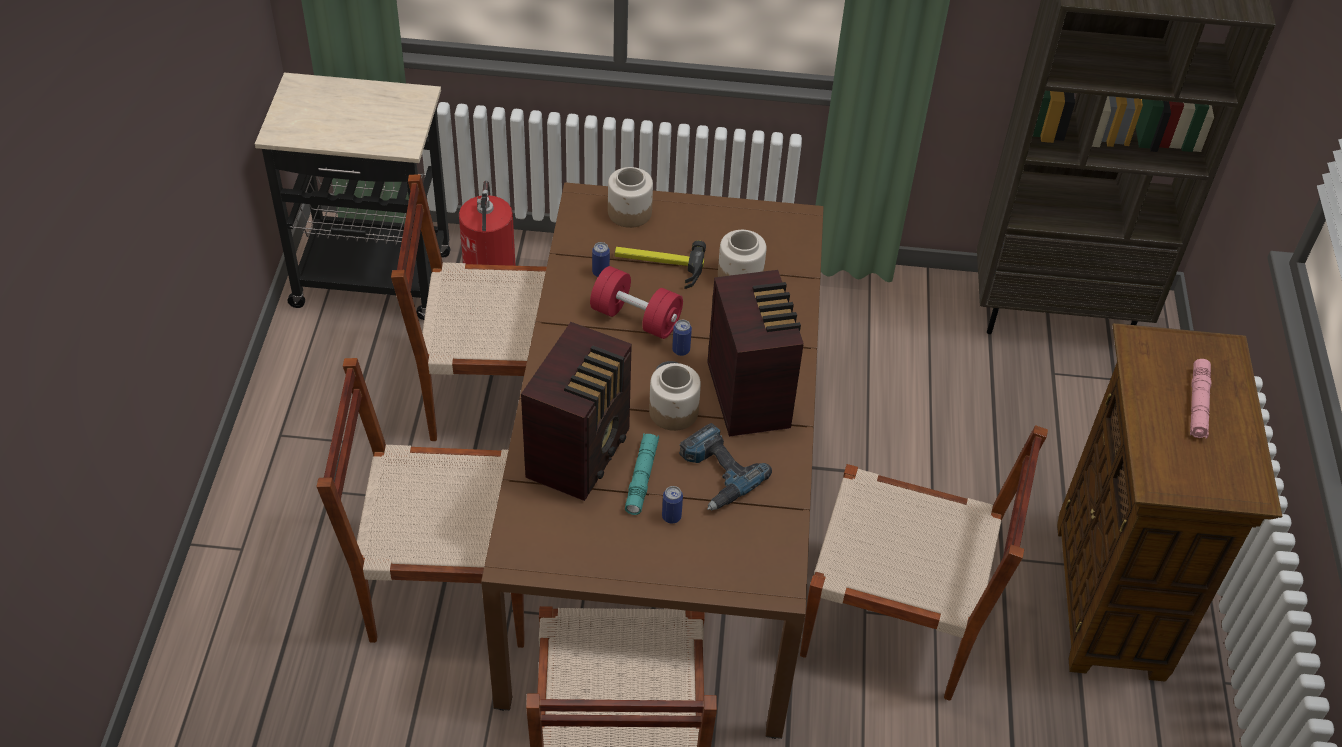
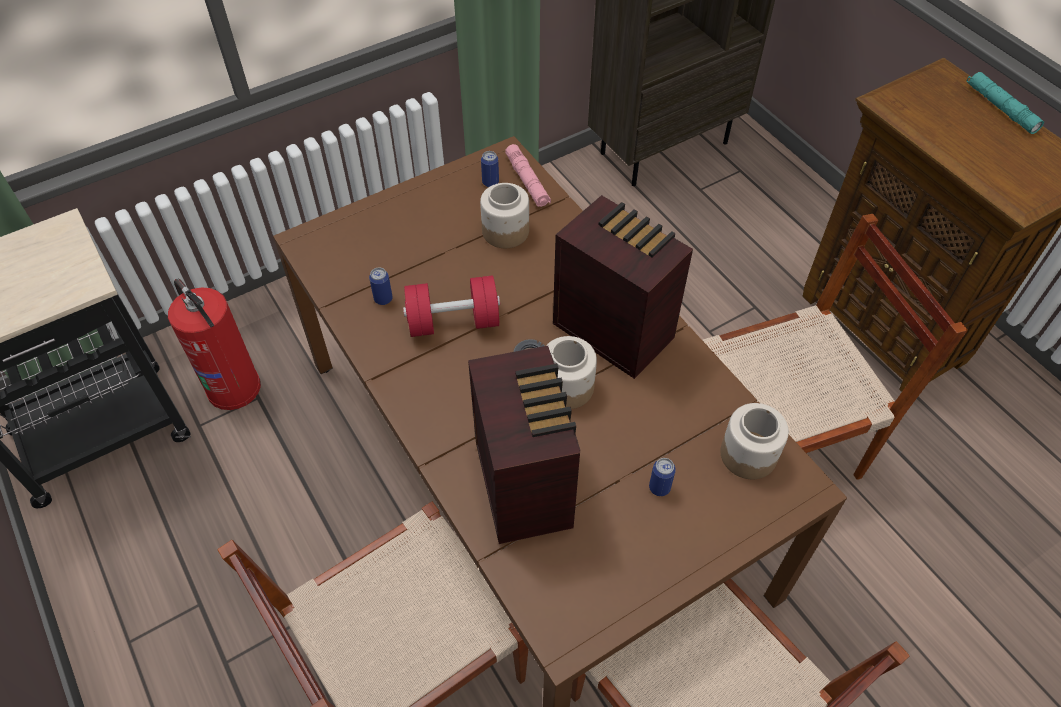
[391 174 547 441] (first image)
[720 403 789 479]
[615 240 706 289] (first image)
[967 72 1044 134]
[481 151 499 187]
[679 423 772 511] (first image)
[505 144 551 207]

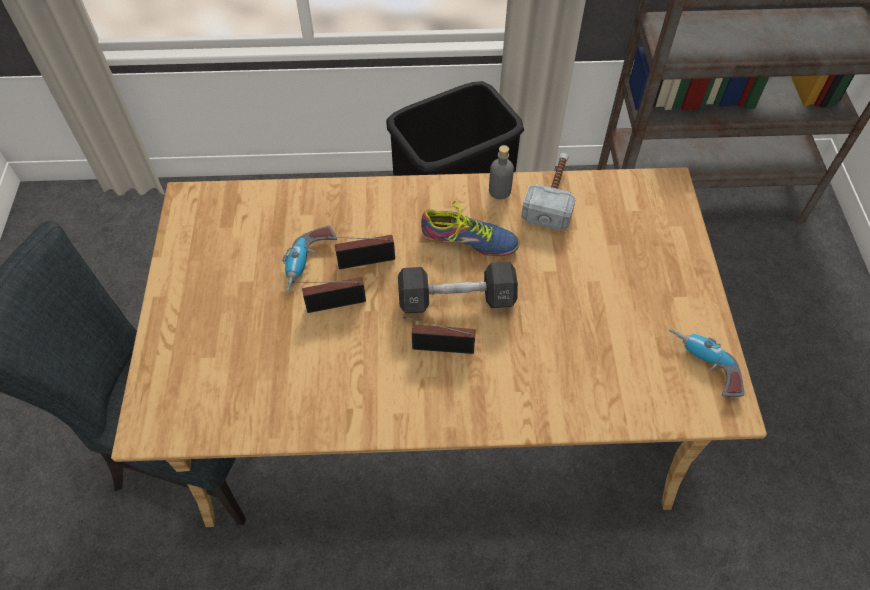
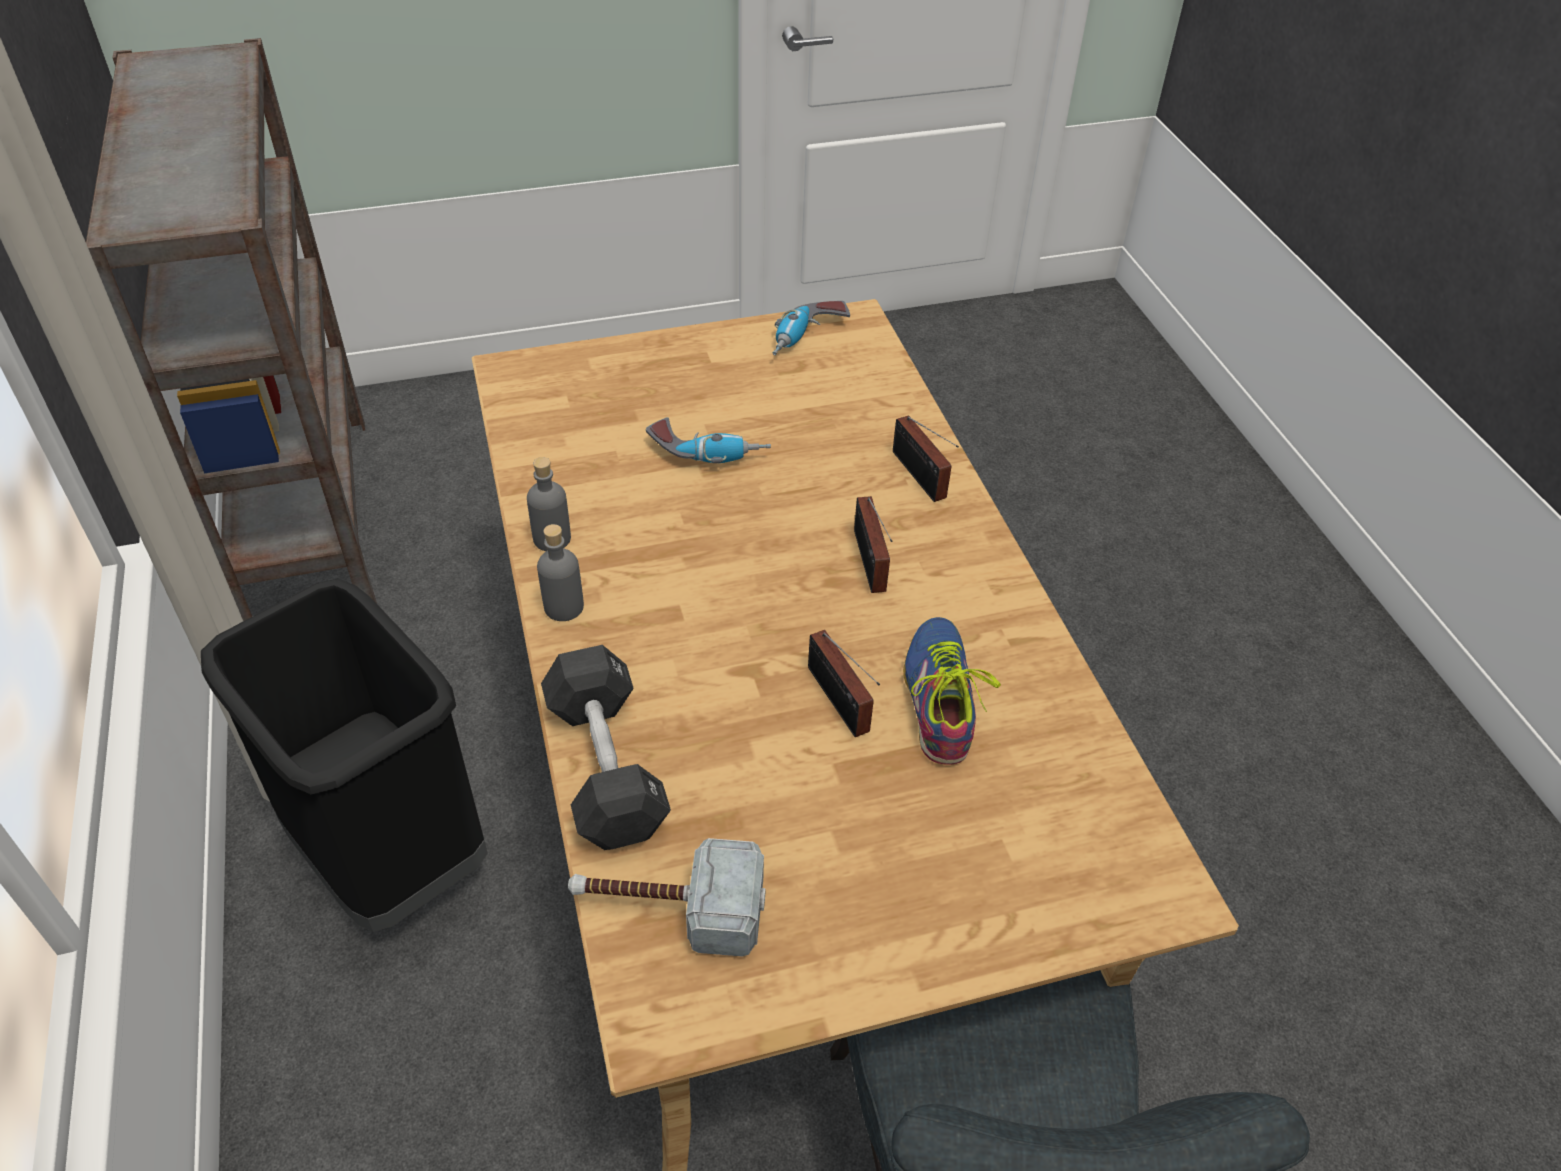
[646 417 771 463]
[893 415 959 502]
[541 645 671 850]
[903 617 1001 765]
[568 838 766 957]
[537 524 584 621]

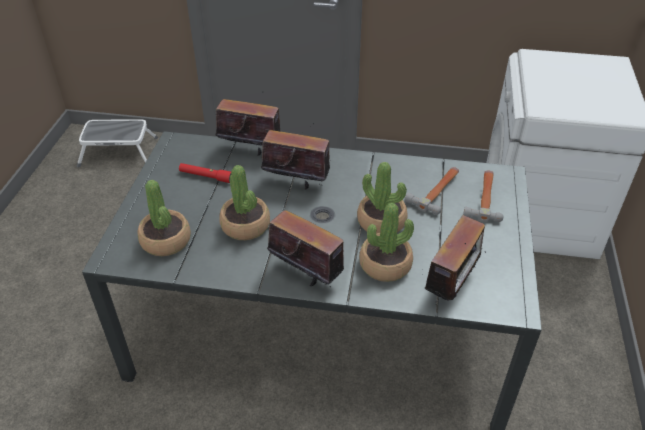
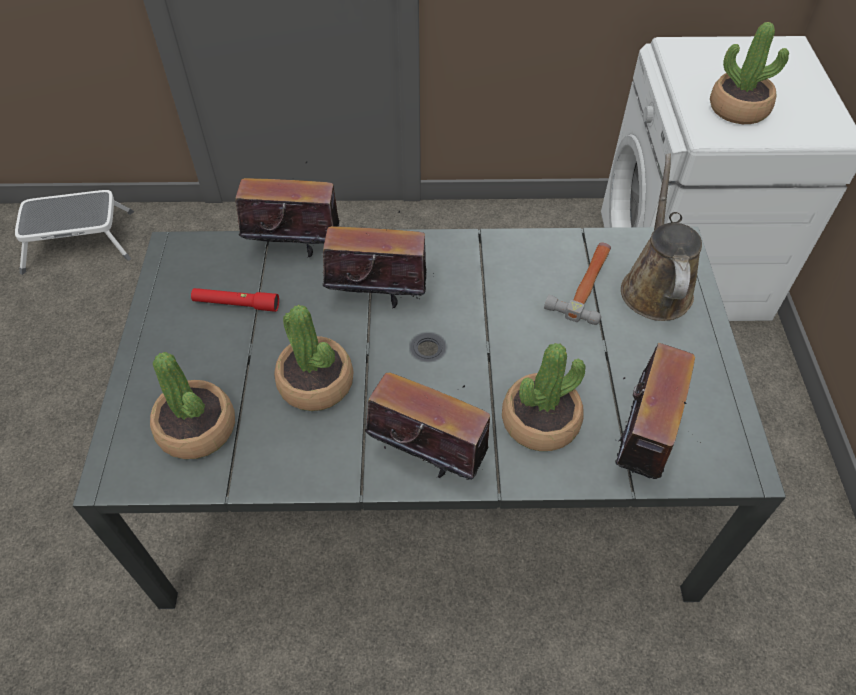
[710 22 789 124]
[621 153 702 321]

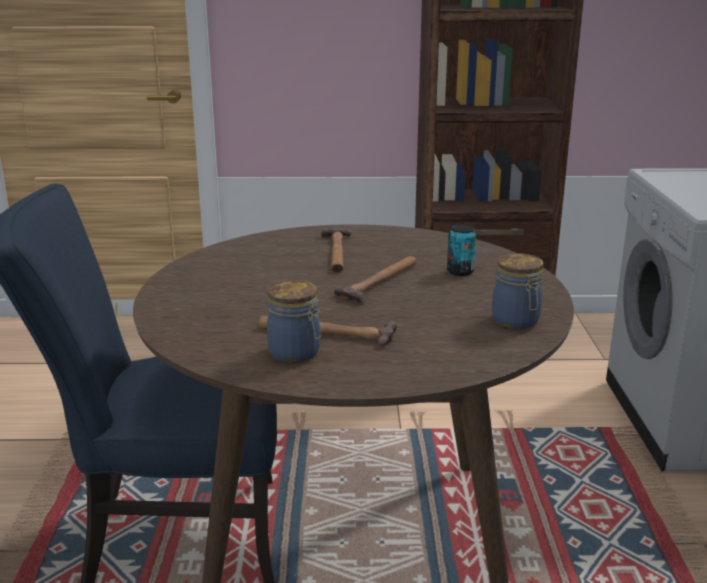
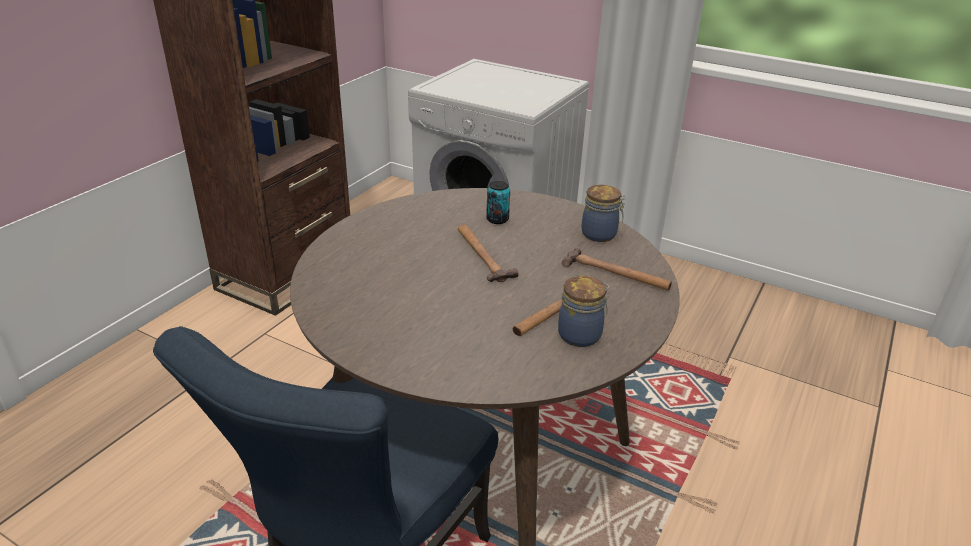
[562 248 672 291]

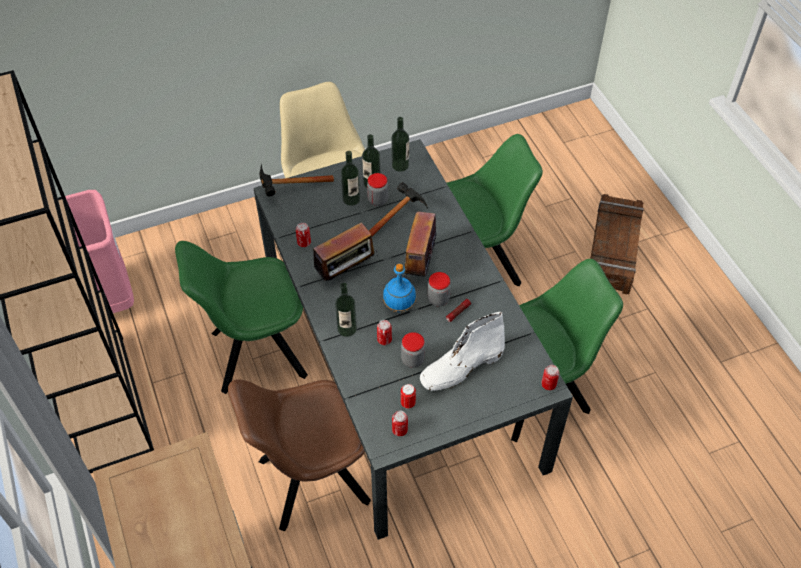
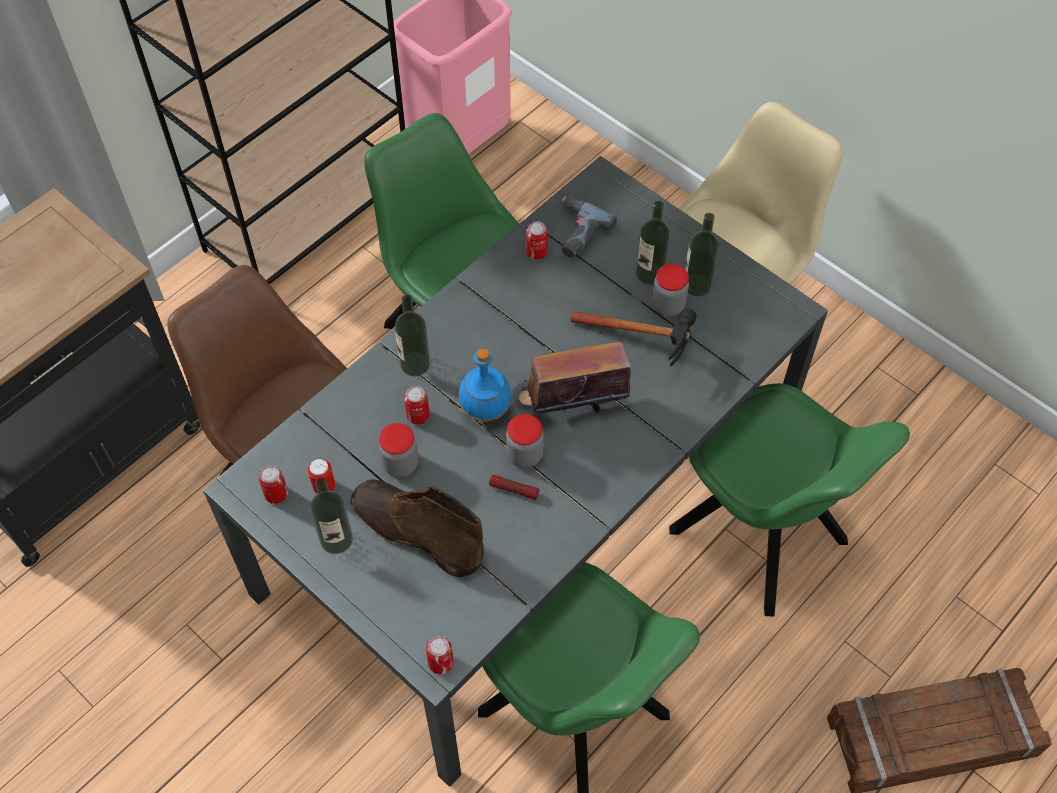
[260 164 334 196] (first image)
[313 222 378 281] (first image)
[310 478 353 554]
[351 479 484 577]
[562 195 617 258]

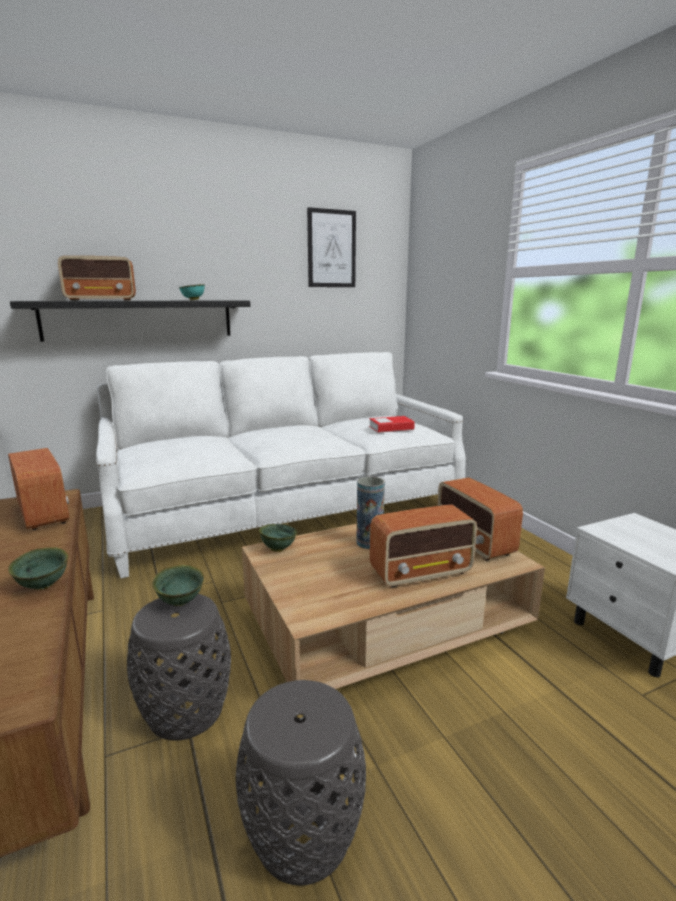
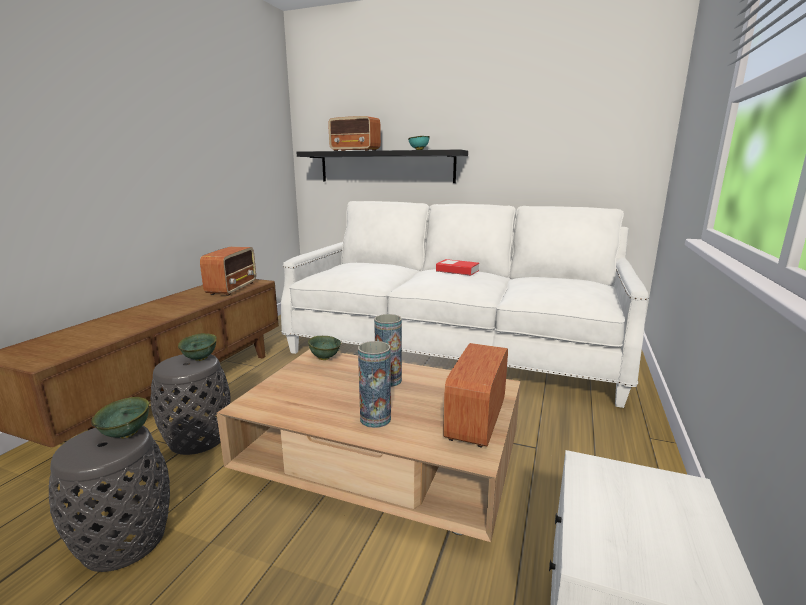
[91 397 149 438]
[307 207 356 287] (first image)
[436 259 479 275]
[358 341 391 428]

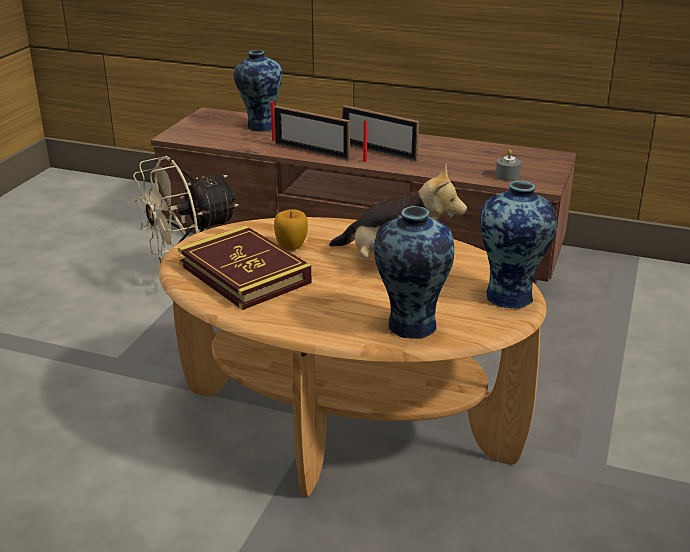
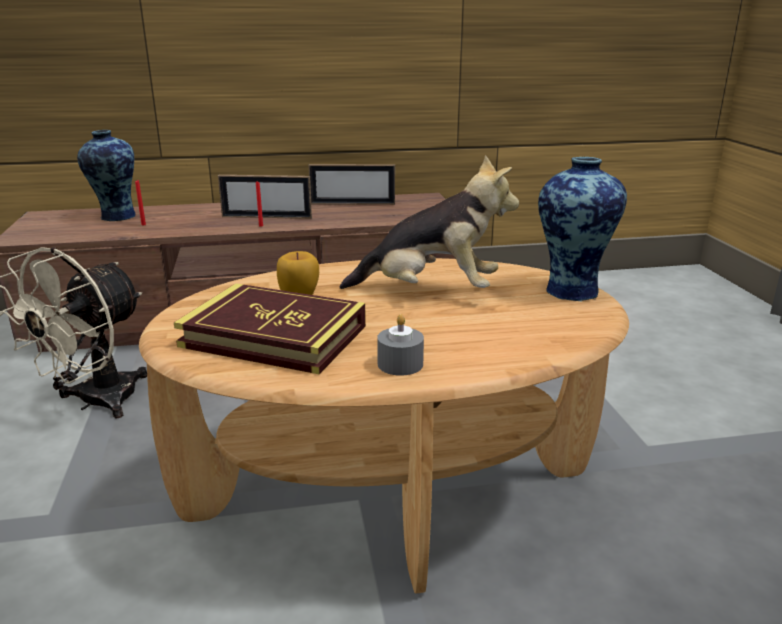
[308 164 395 205]
[374 206 454 339] (first image)
[377 314 424 376]

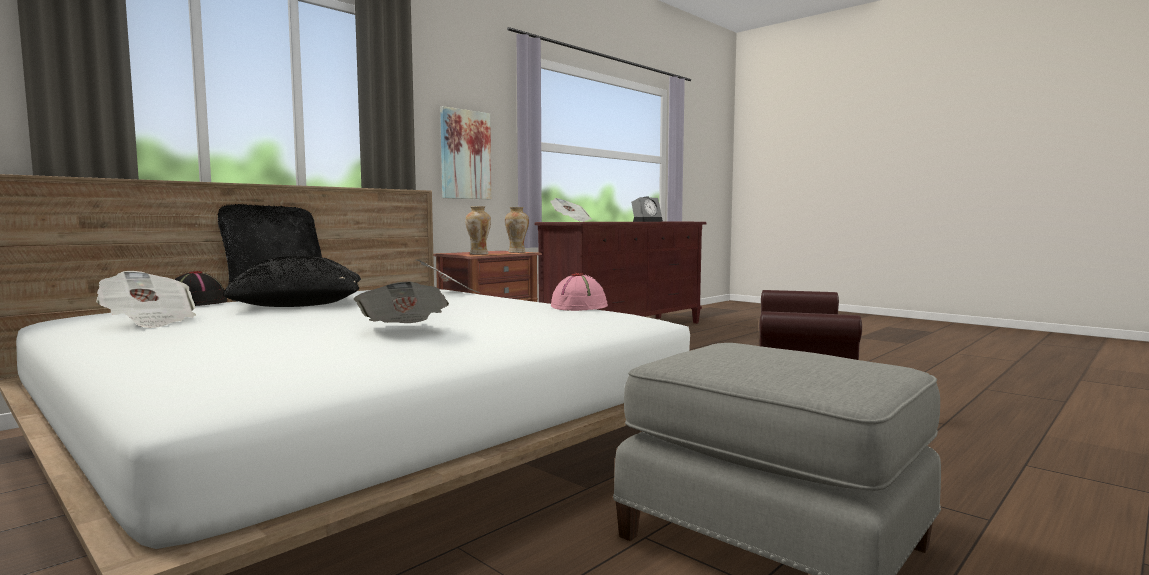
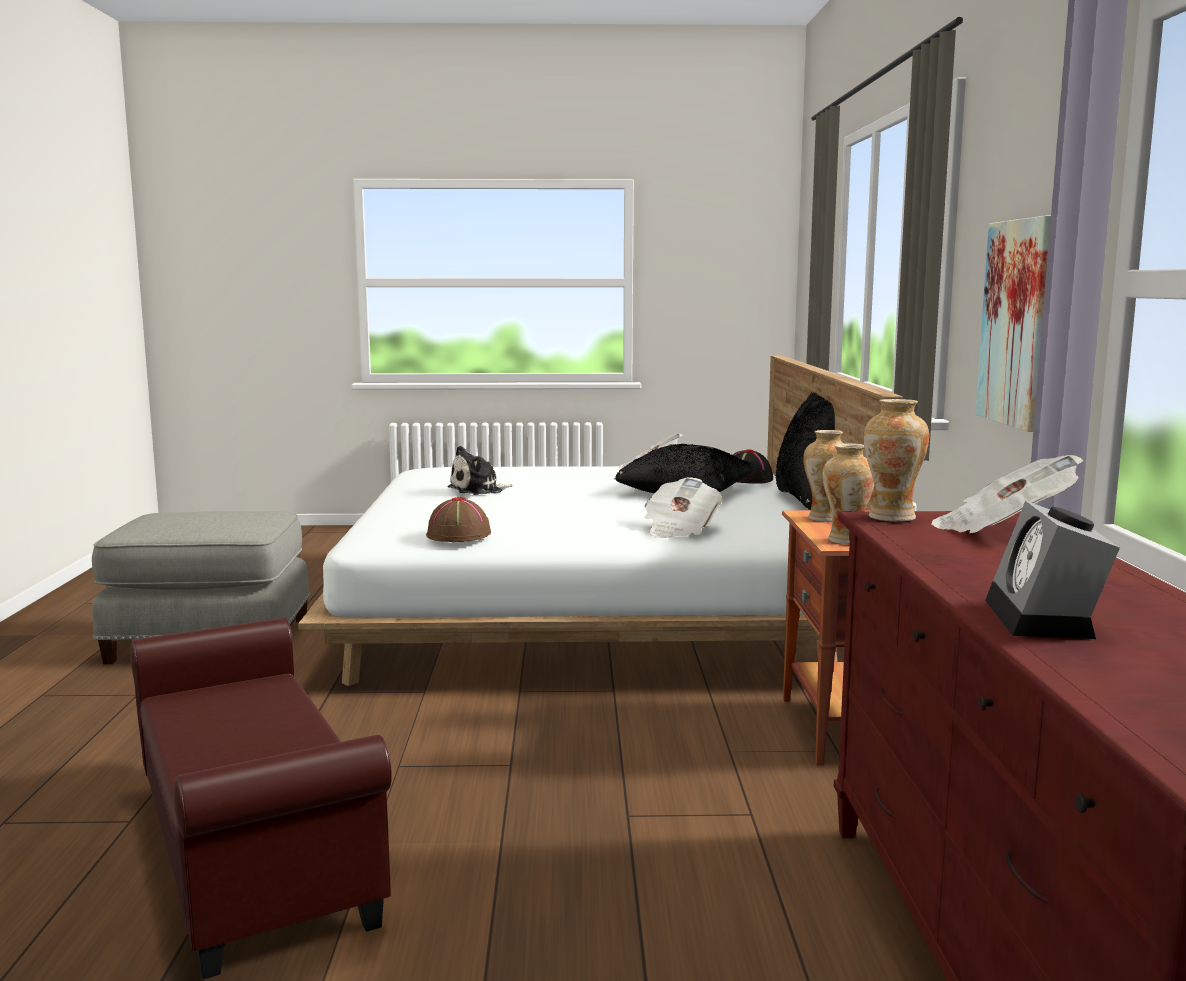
[448 446 513 495]
[426 497 491 542]
[863 399 929 521]

